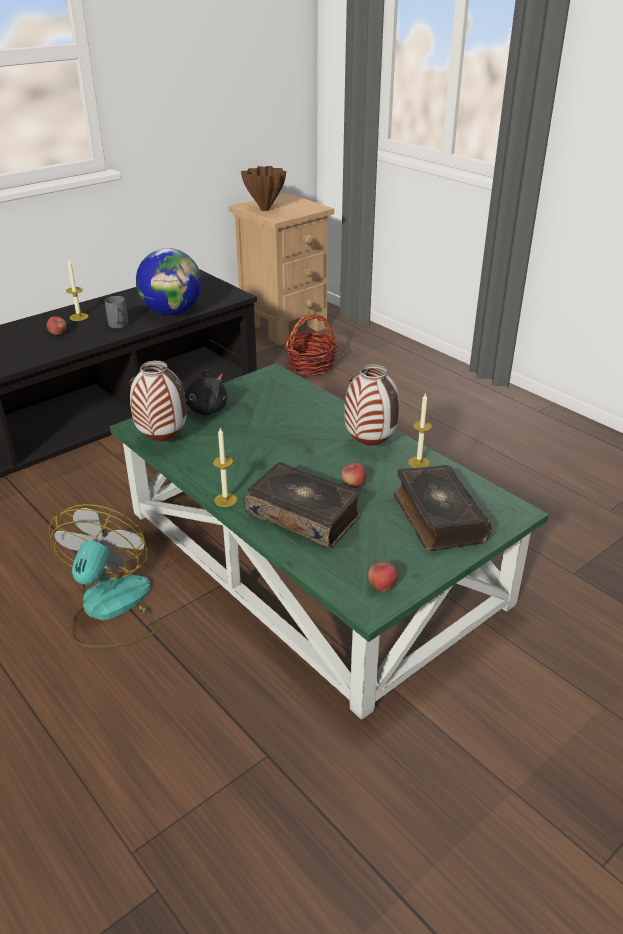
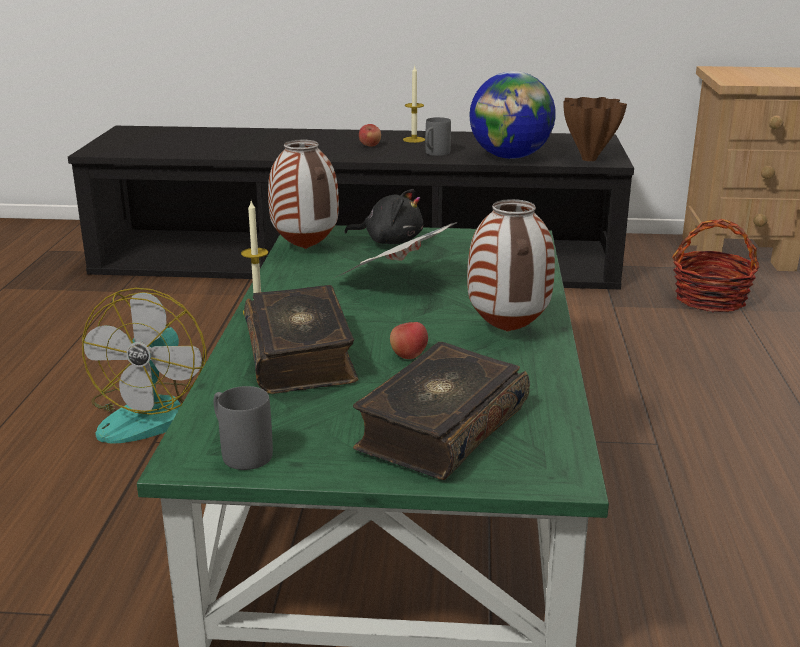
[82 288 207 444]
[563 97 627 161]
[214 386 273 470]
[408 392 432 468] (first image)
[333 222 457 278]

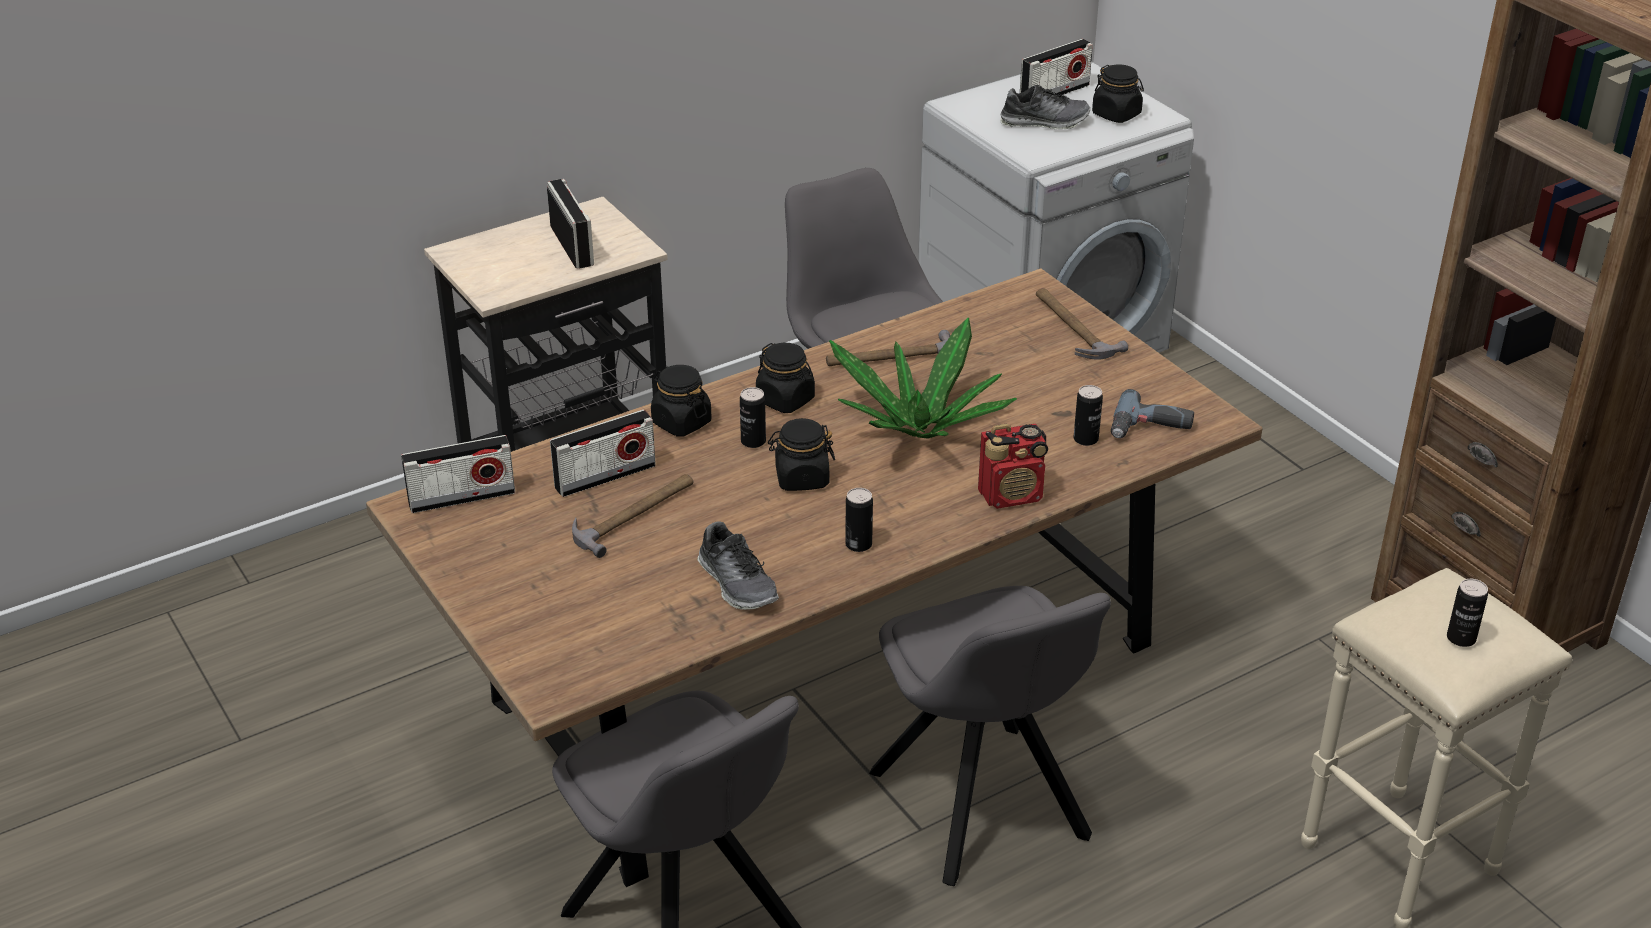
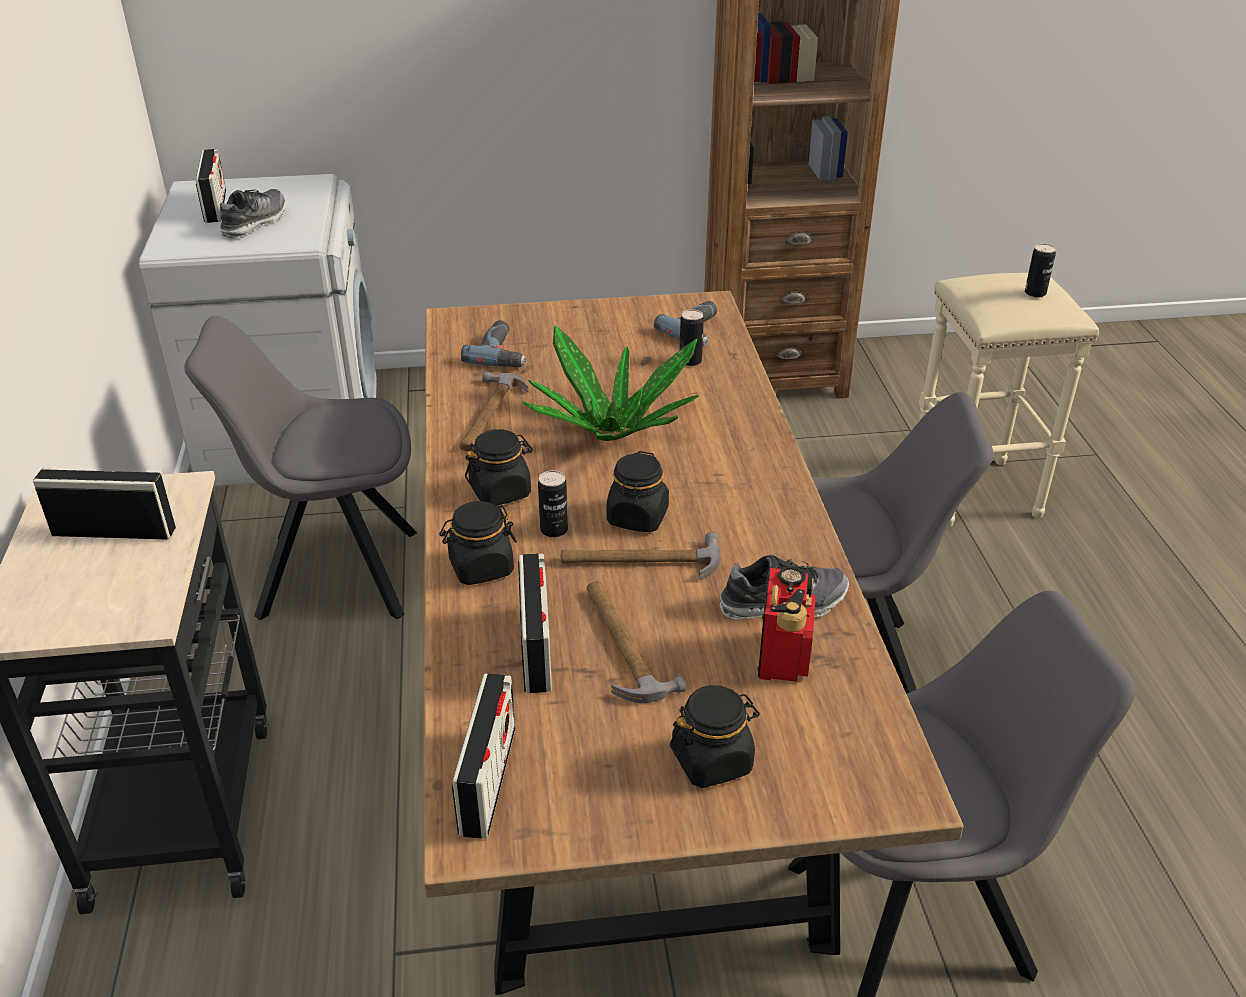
[845 488 873 552] (first image)
[757 566 816 682]
[561 532 721 580]
[670 685 760 788]
[461 320 527 367]

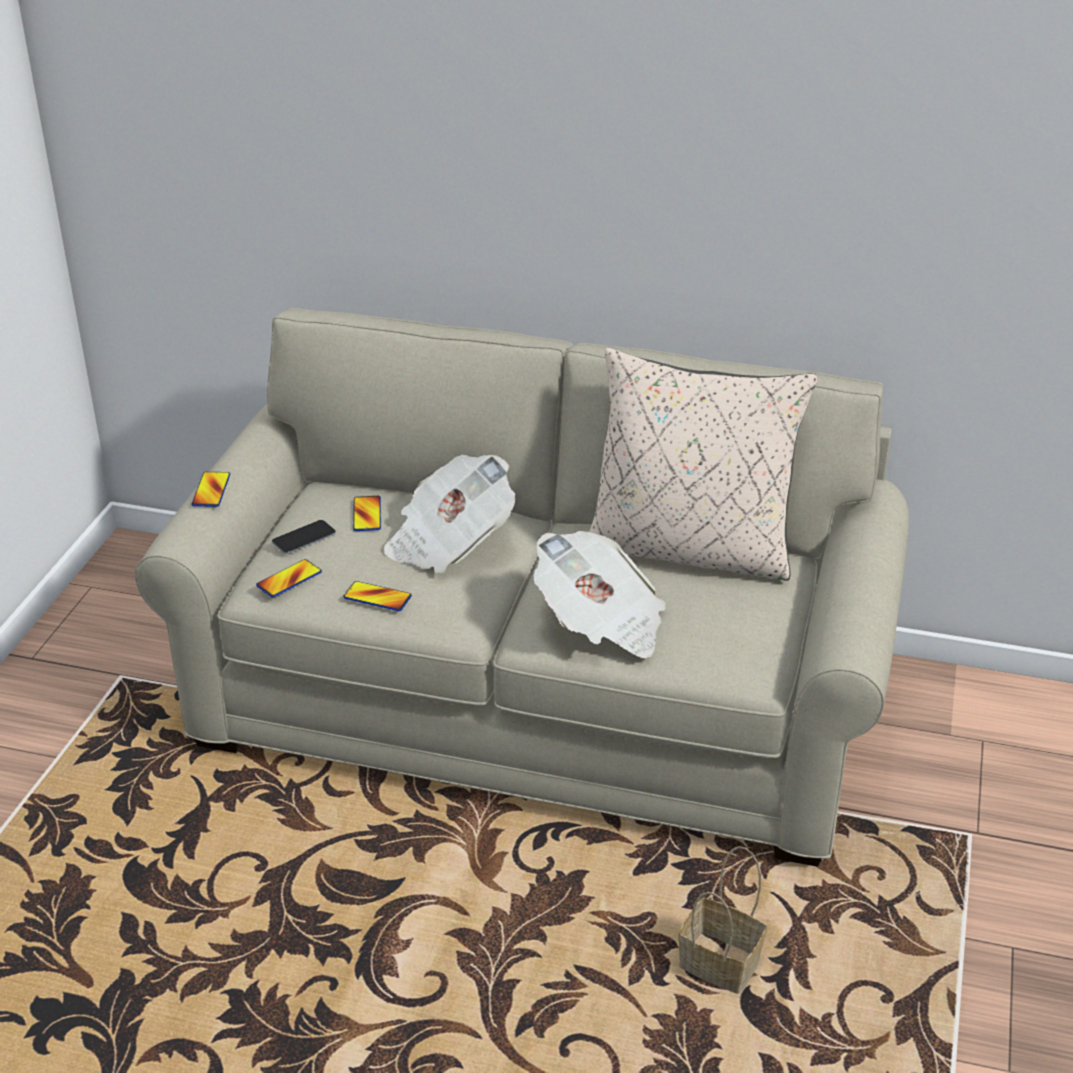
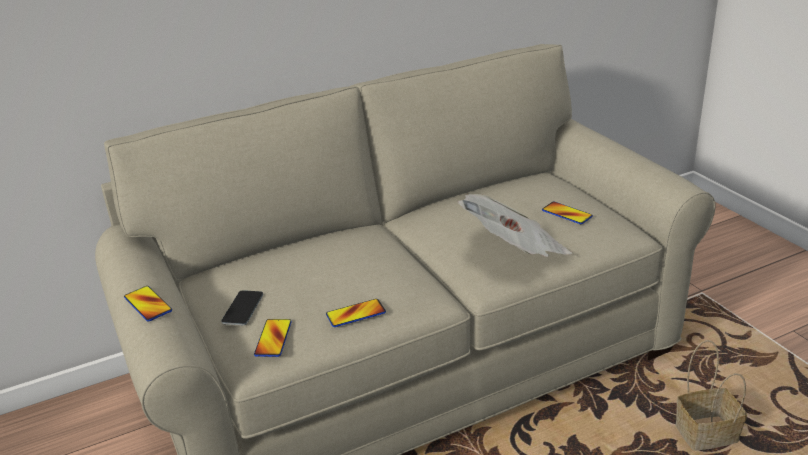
[542 201 593 224]
[384 455 516 573] (first image)
[589 348 817 581] (first image)

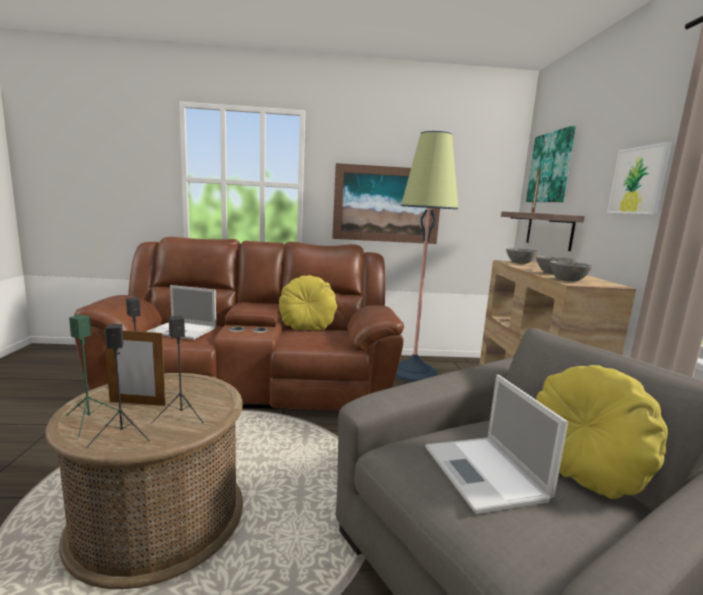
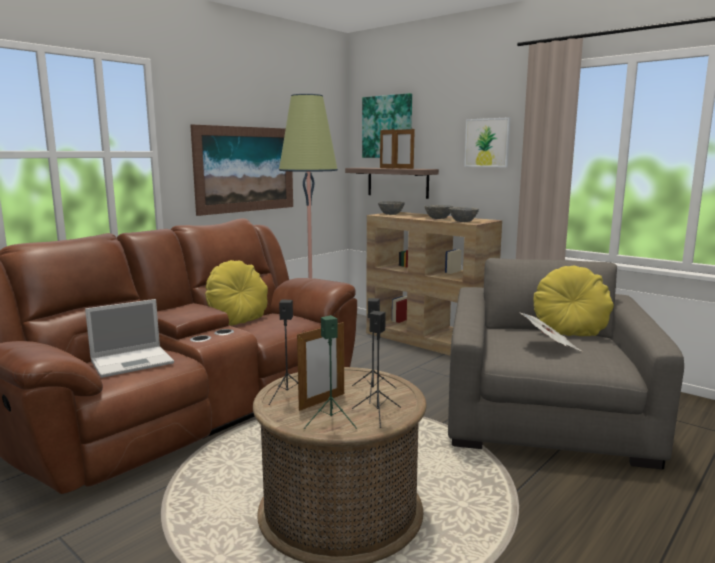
[519 312 581 351]
[394 129 415 169]

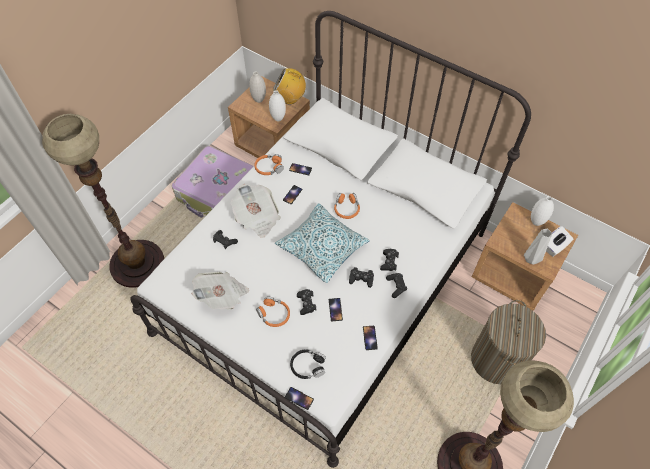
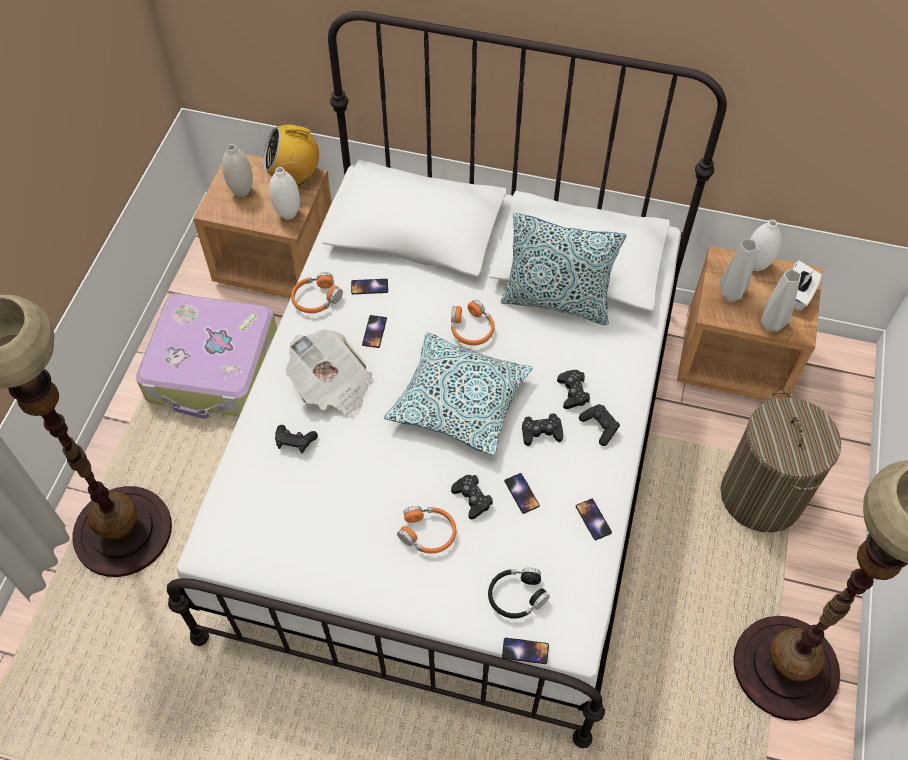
[191 272 249 310] (first image)
[501 213 627 325]
[720 239 757 302]

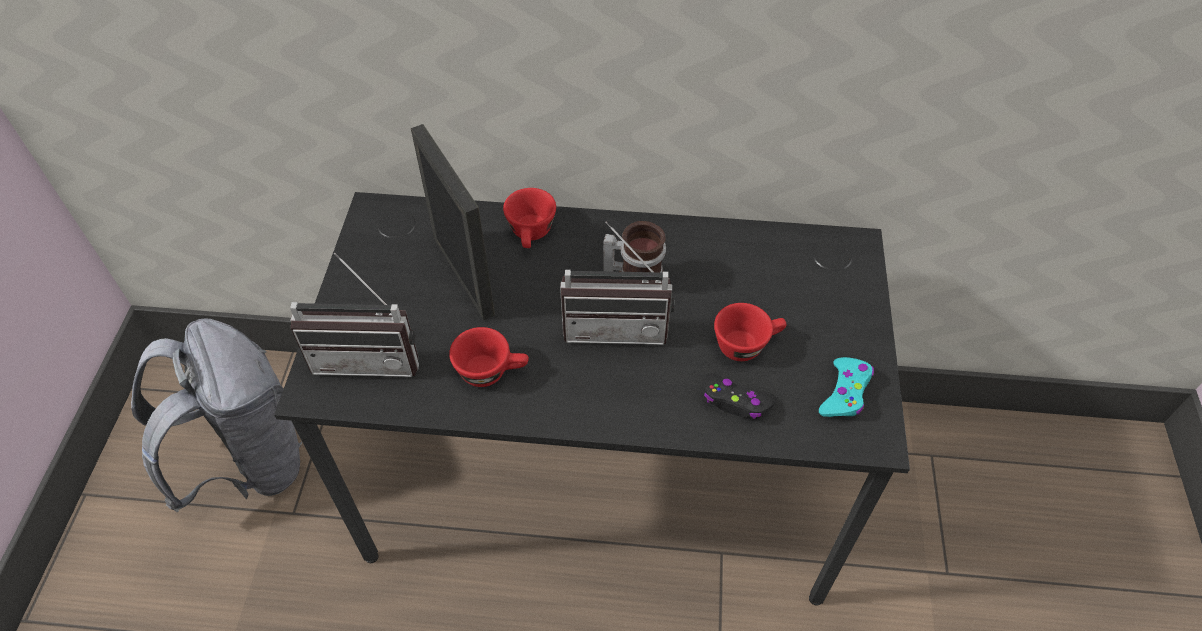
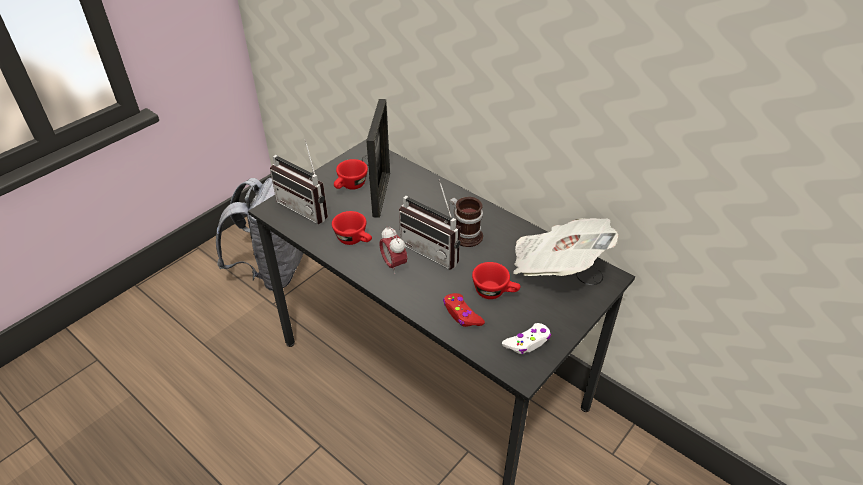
[334 159 368 190]
[443 293 485 327]
[502 323 551 354]
[379 227 407 274]
[513 218 618 276]

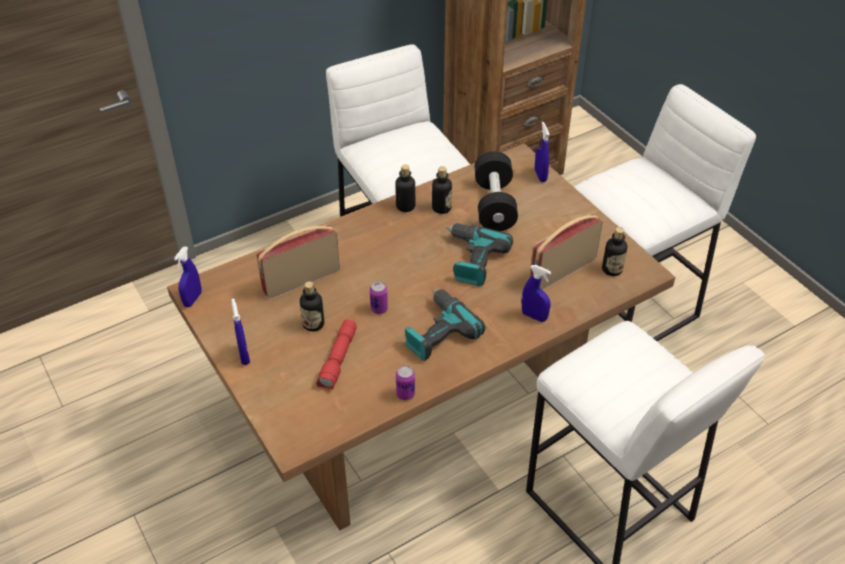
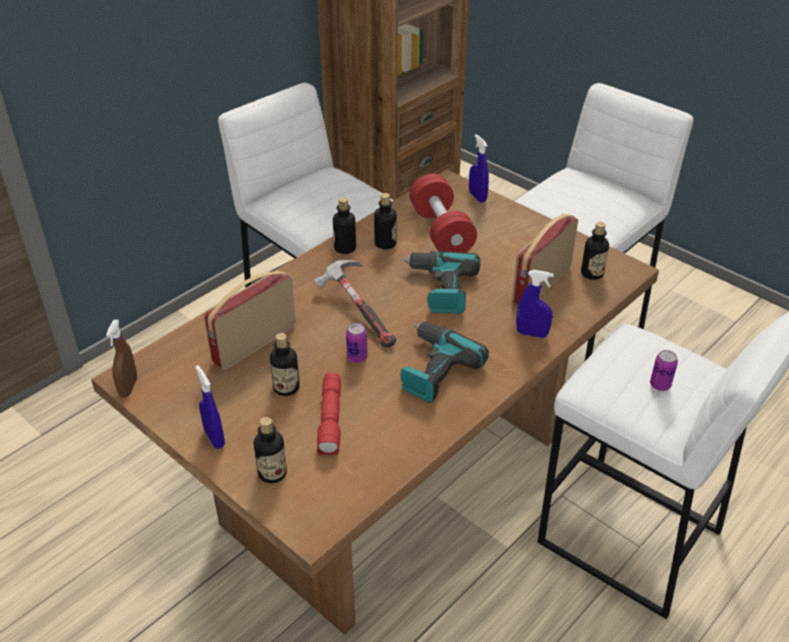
[106 320 137 397]
[650 350 678 391]
[409 174 477 253]
[254 417 287 483]
[314 260 396 347]

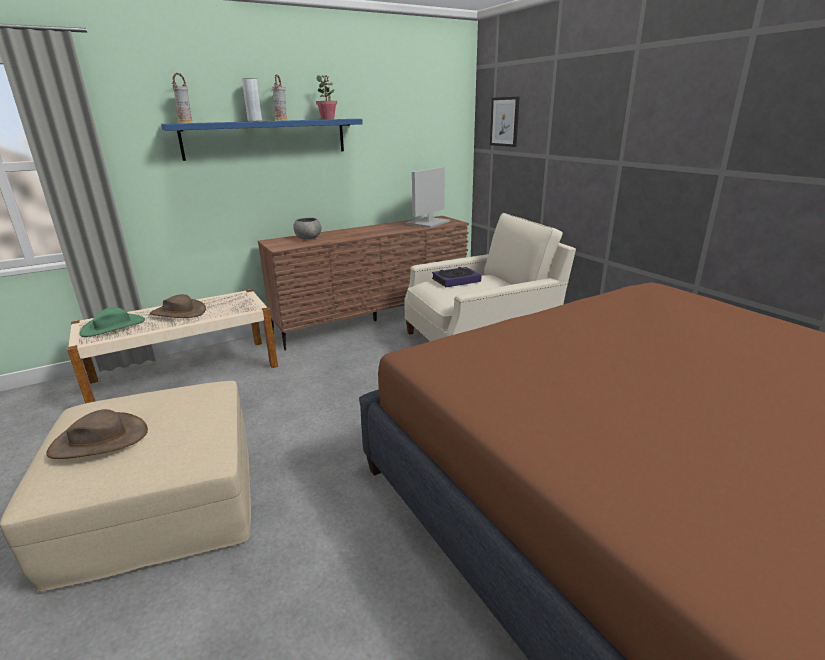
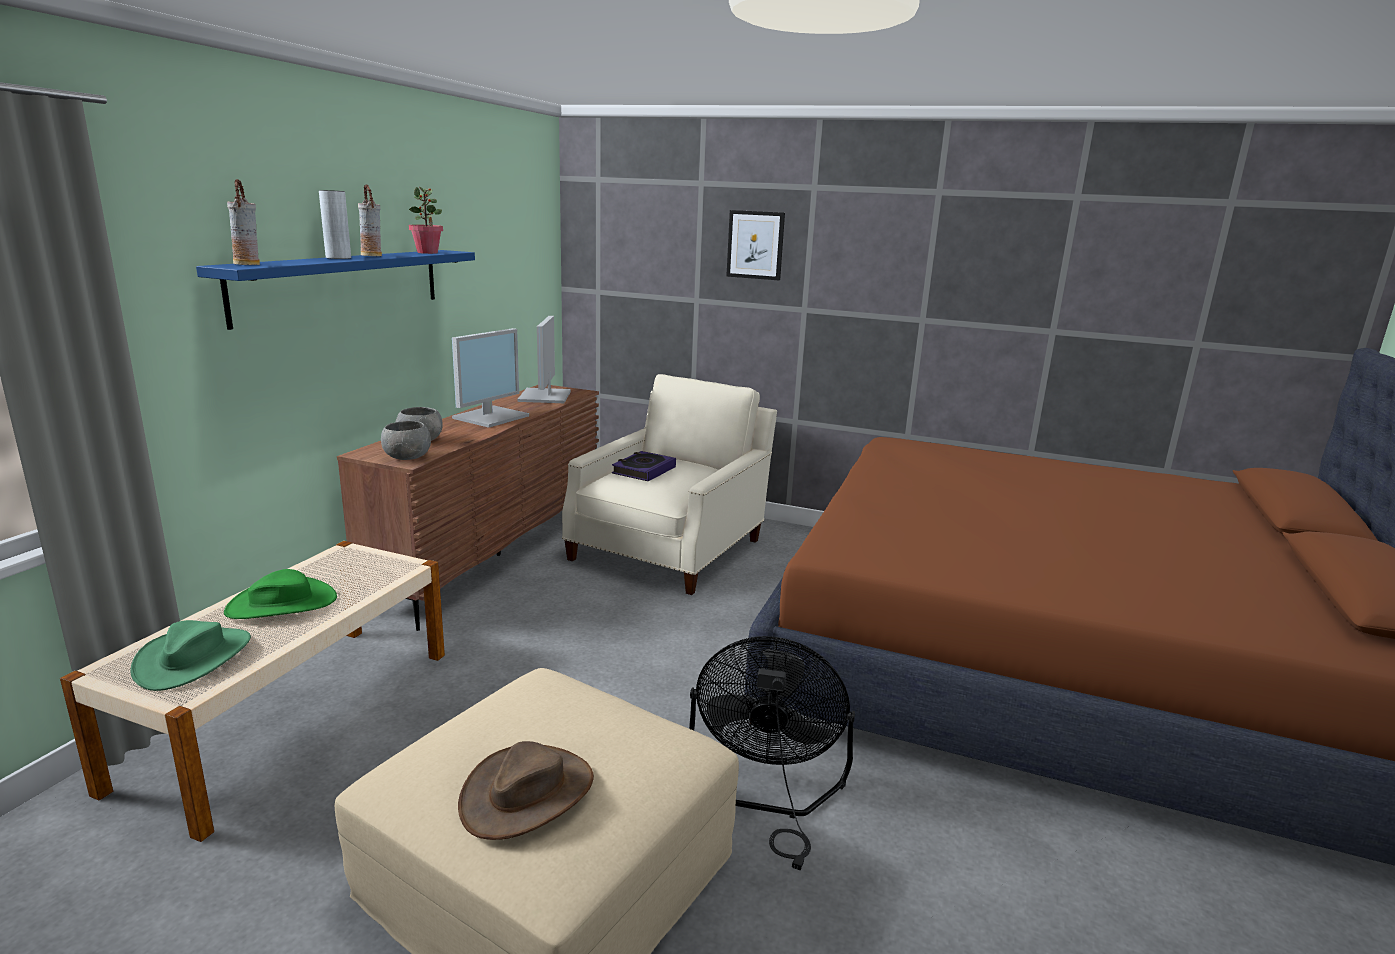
[224 569 337 619]
[726 210 785 280]
[381 421 431 460]
[452 328 529 428]
[689 636 855 870]

